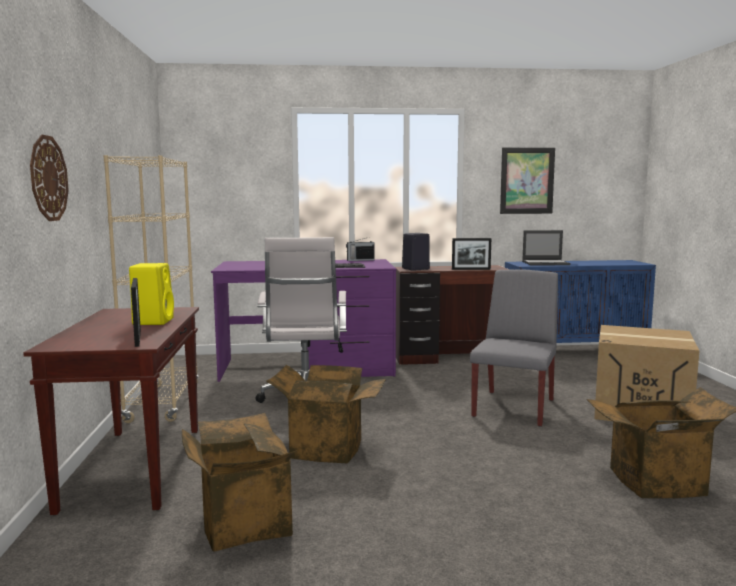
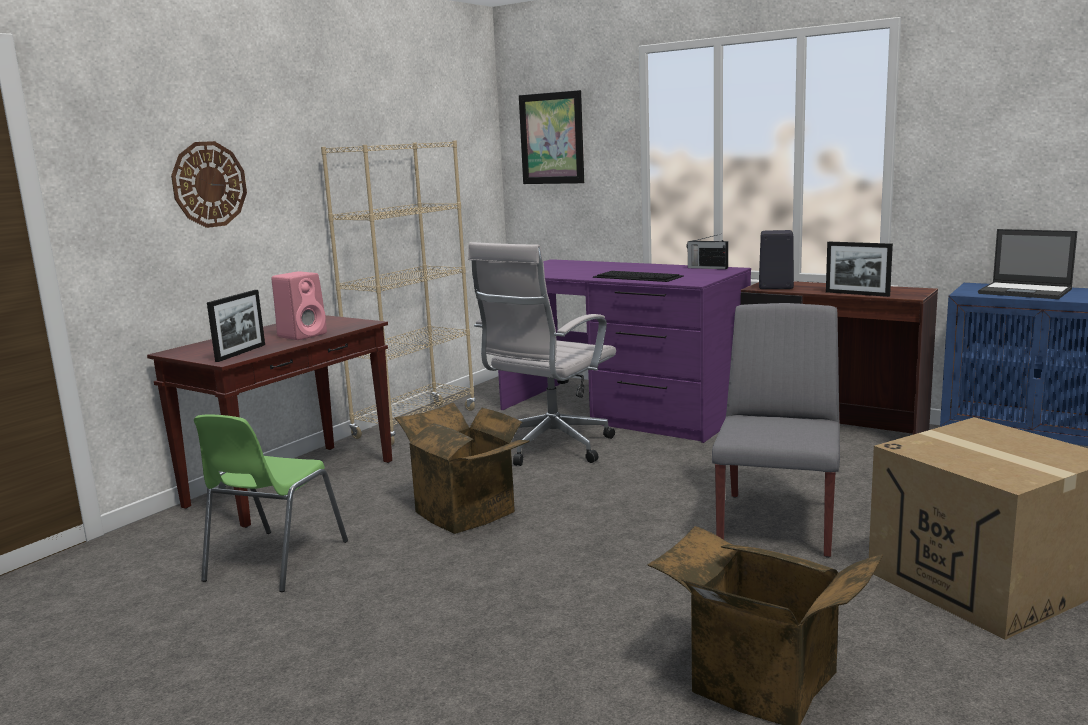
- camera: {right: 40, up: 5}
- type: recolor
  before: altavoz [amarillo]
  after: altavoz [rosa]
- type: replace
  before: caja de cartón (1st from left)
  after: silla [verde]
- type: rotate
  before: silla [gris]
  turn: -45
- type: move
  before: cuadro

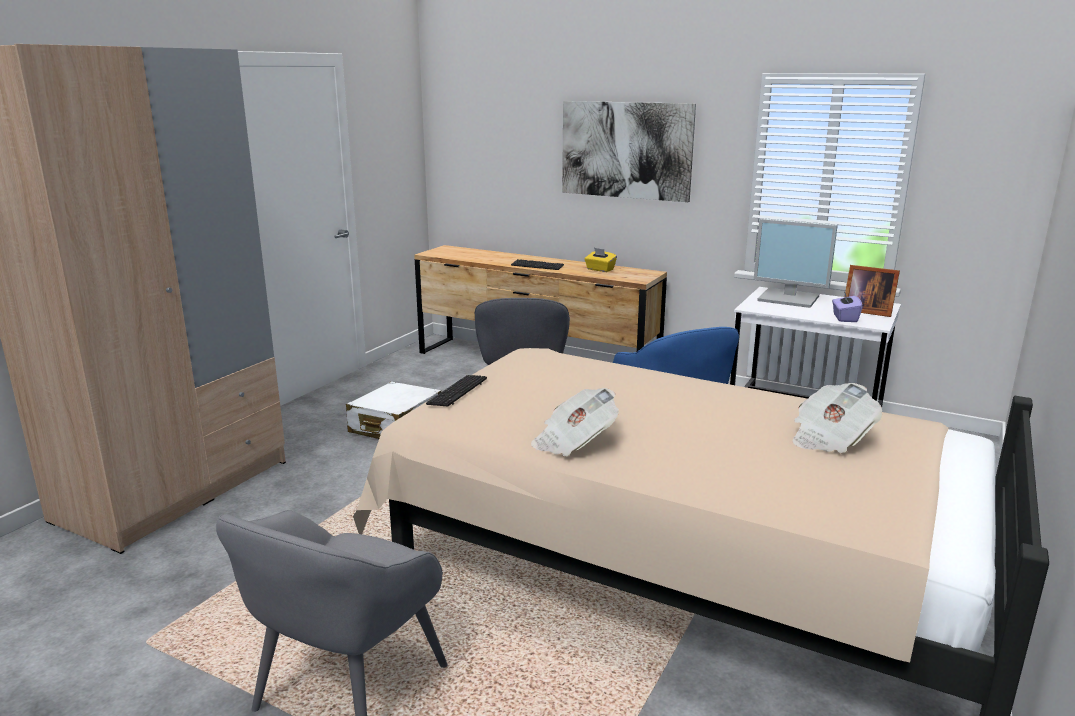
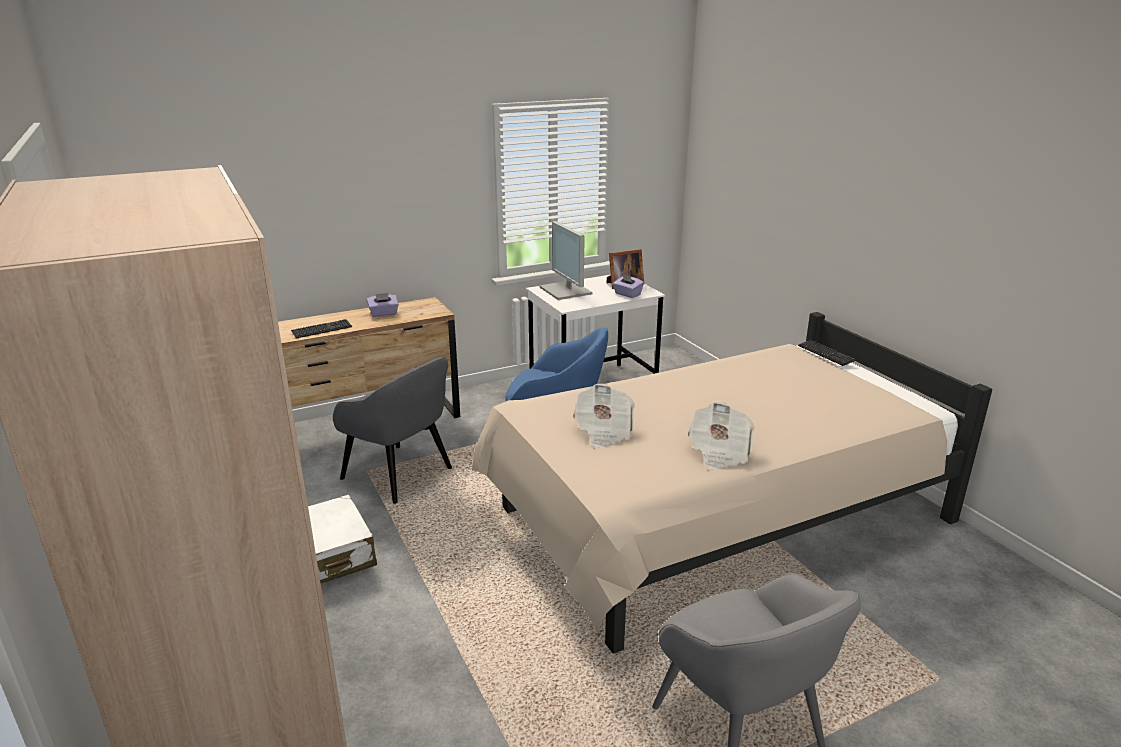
- camera: {right: -55, up: 5}
- type: move
  before: teclado (1st from left in the first image)
  after: teclado (2nd from left)
- type: delete
  before: cuadro
- type: recolor
  before: caja de pañuelos [amarillo]
  after: caja de pañuelos [morado] (1st from left)
- type: rotate
  before: monitor
  turn: 90
- type: move
  before: periódico (2nd from left in the first image)
  after: periódico (1st from left)

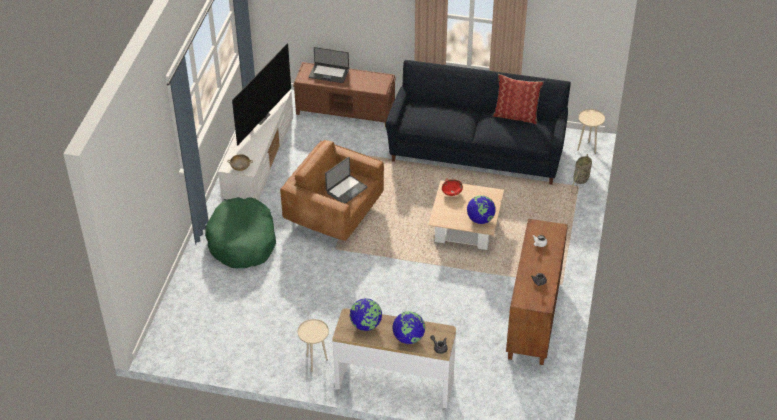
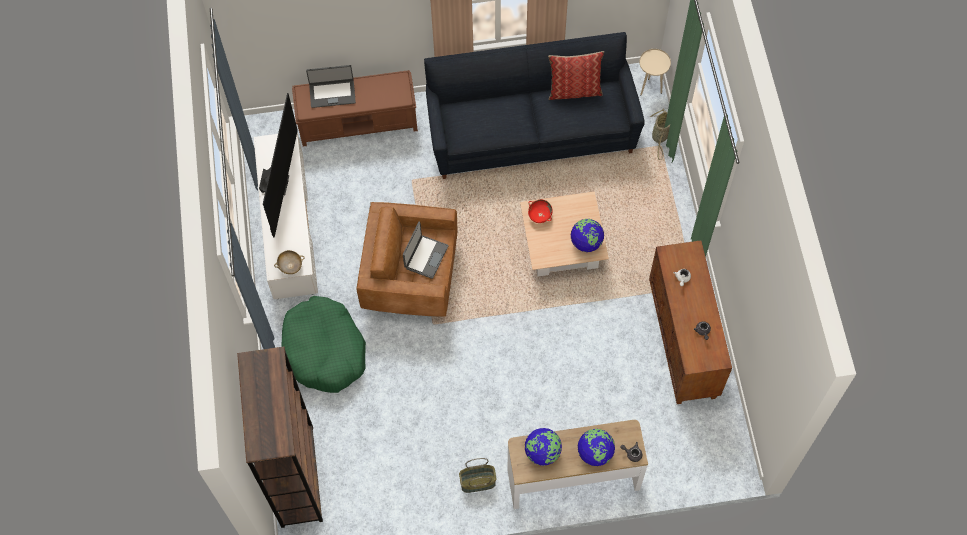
- camera: {right: -20, up: 20}
- type: replace
  before: mesa auxiliar [beis] (1st from left)
  after: cesta (1st from left)
- type: insert
  after: estantería [marrón]

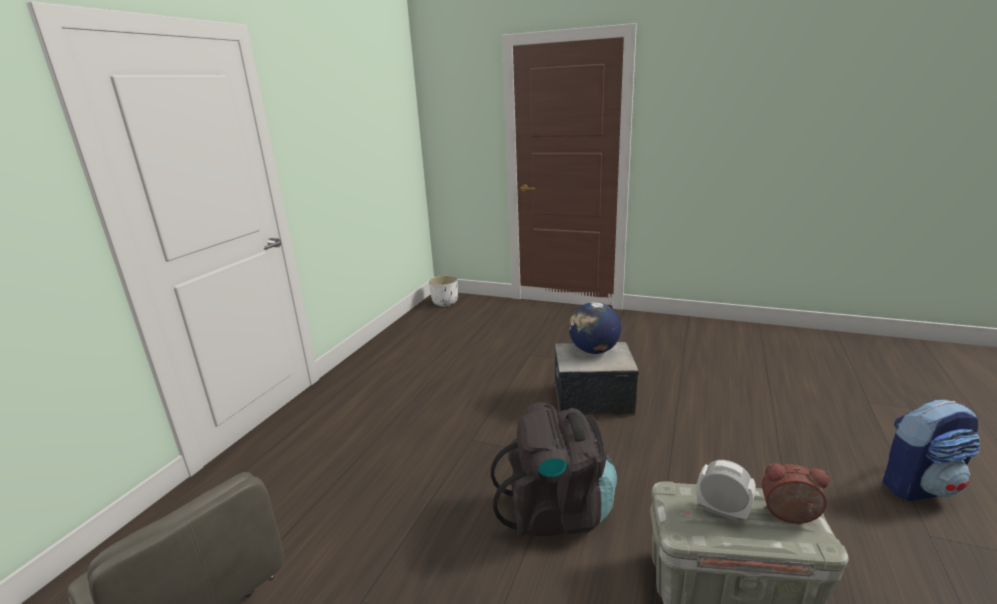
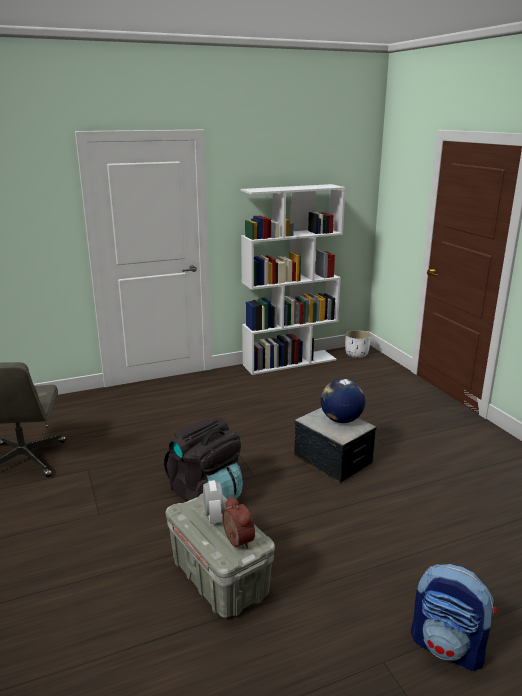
- camera: {right: 45, up: 0}
- type: insert
  after: estantería [blanco]

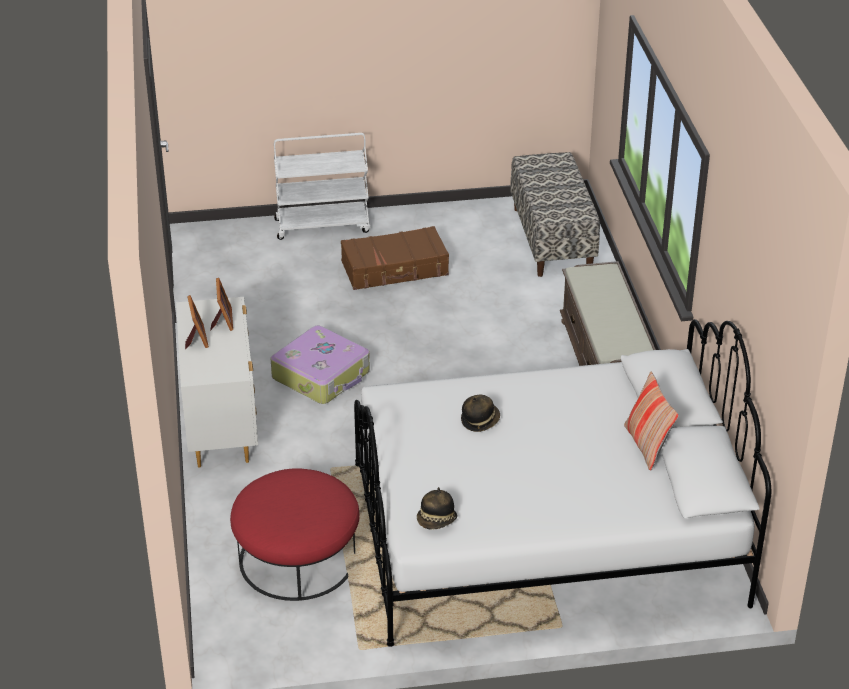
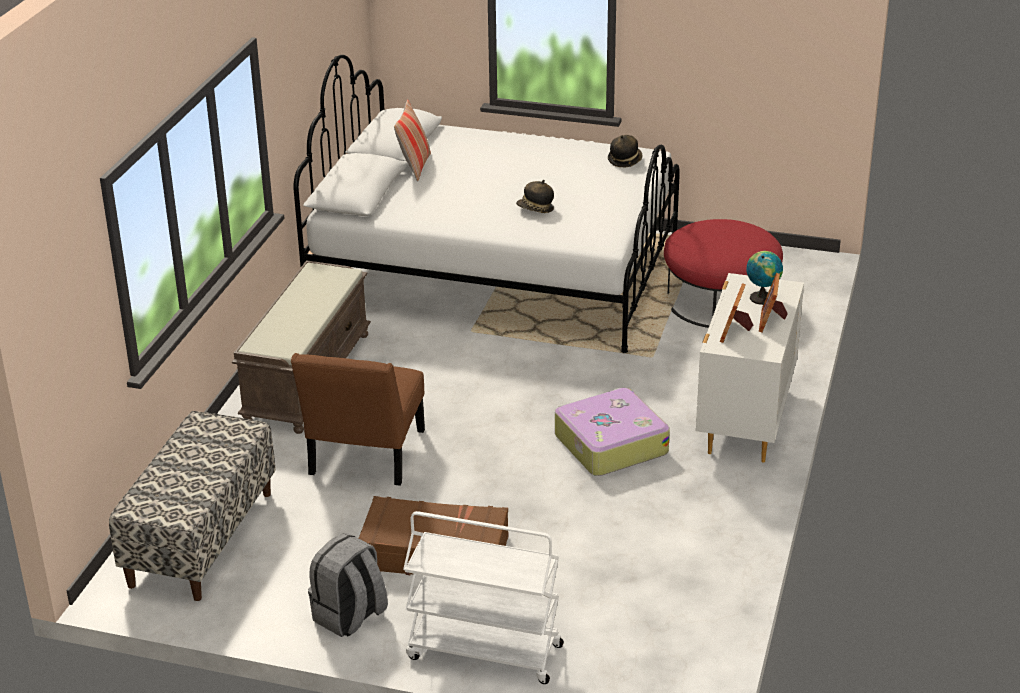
- camera: {right: -155, up: -5}
- type: insert
  after: silla [marrón]
- type: insert
  after: mochila [gris]
- type: insert
  after: globo terráqueo

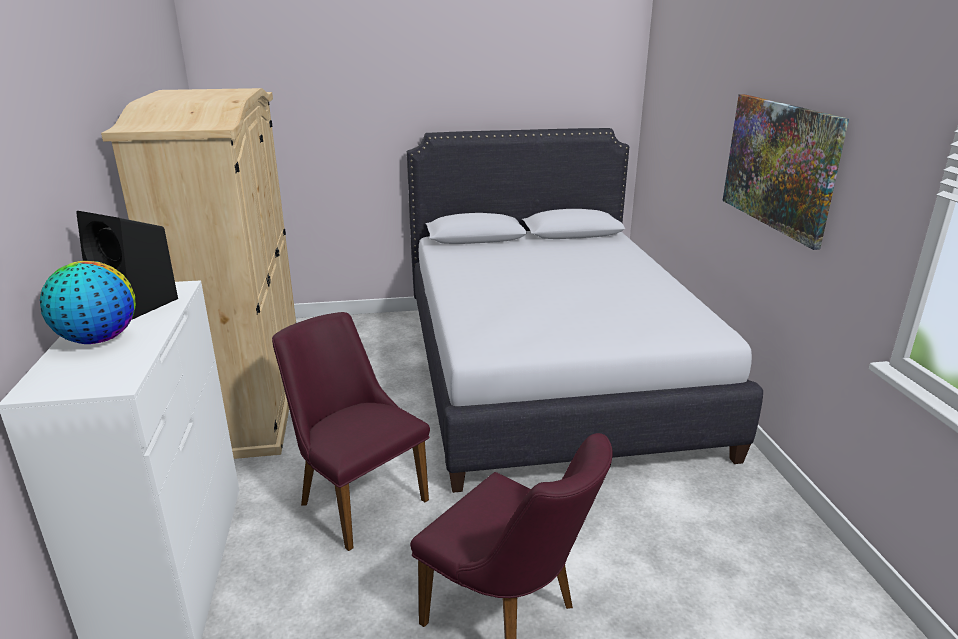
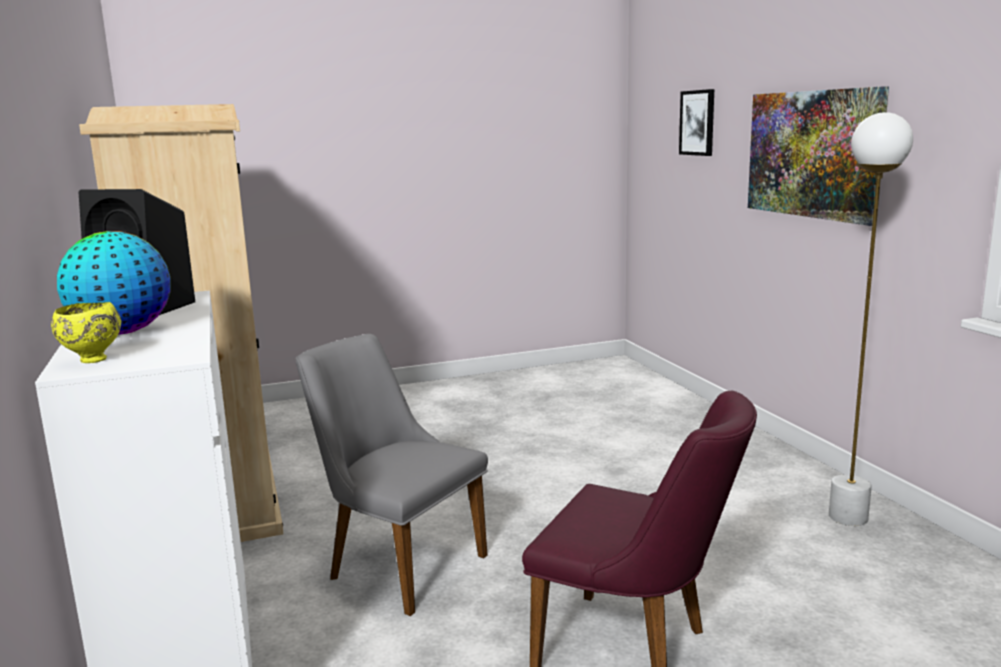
- camera: {right: -10, up: -10}
- type: recolor
  before: silla [morado] (1st from left)
  after: silla [gris]
- type: delete
  before: cama [blanco]
- type: insert
  after: cuenco [amarillo]
- type: insert
  after: cuadro (1st from left)
- type: insert
  after: lámpara de pie [blanco]

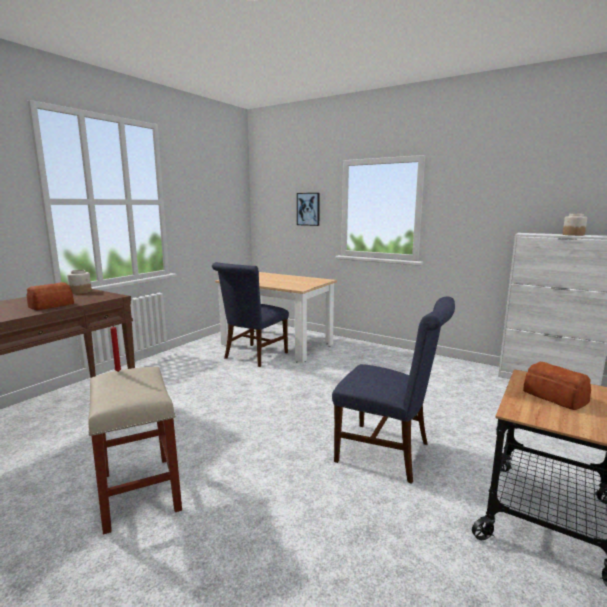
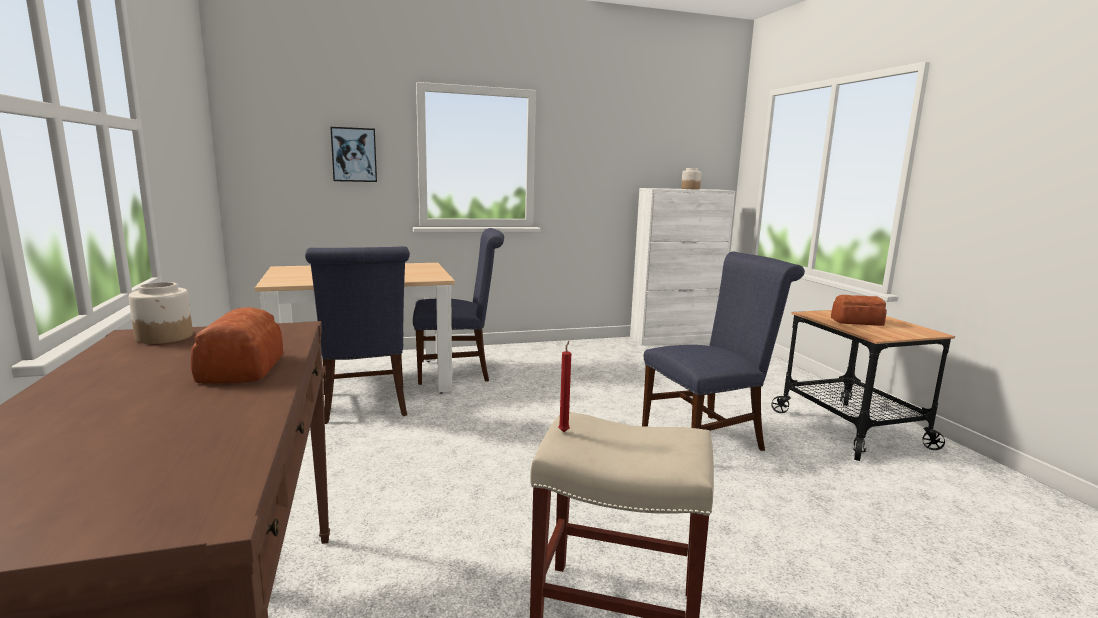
- camera: {right: -50, up: 0}
- type: insert
  after: silla [azul] (2nd from left)

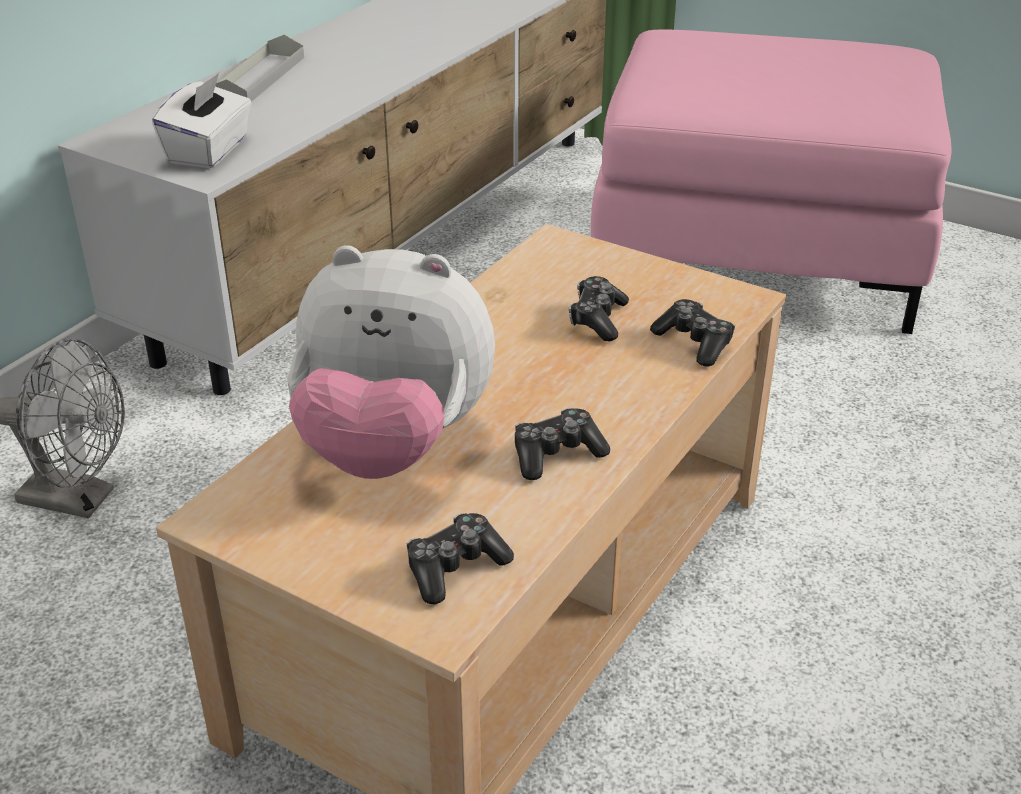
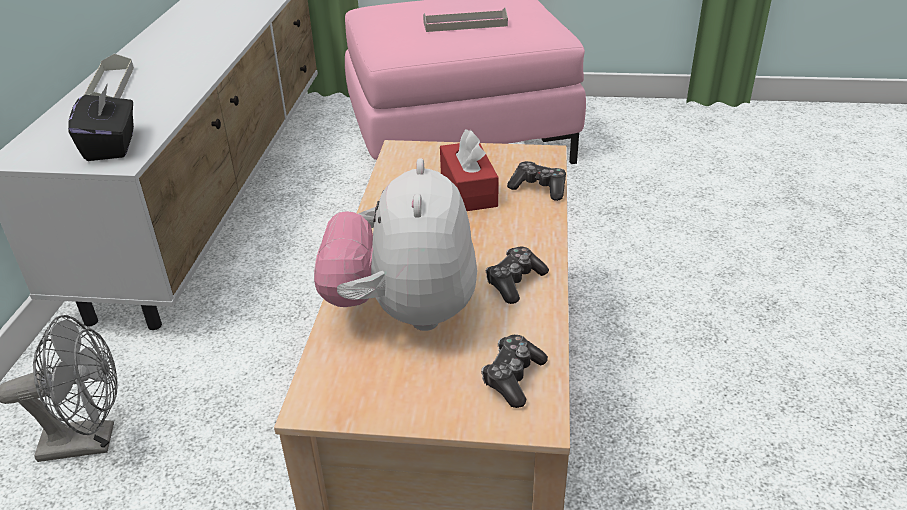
- camera: {right: -25, up: 0}
- type: recolor
  before: caja de pañuelos [blanco]
  after: caja de pañuelos [negro]
- type: rotate
  before: peluche
  turn: 105
- type: replace
  before: mando de consola (3rd from left)
  after: caja de pañuelos [rojo]
- type: insert
  after: bandeja [gris] (2nd from left)

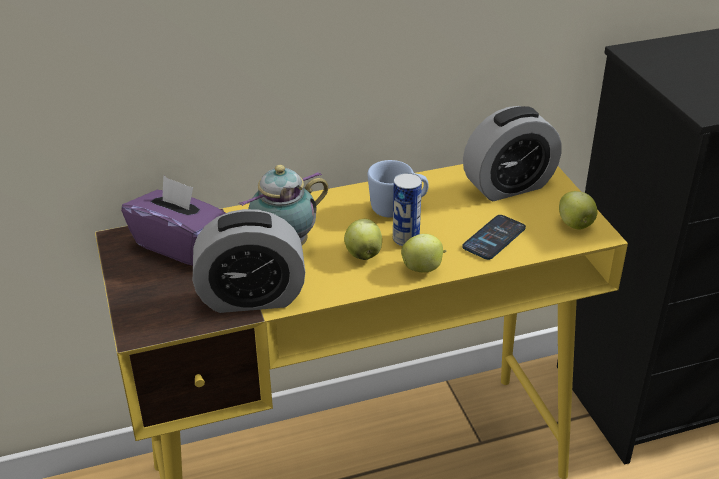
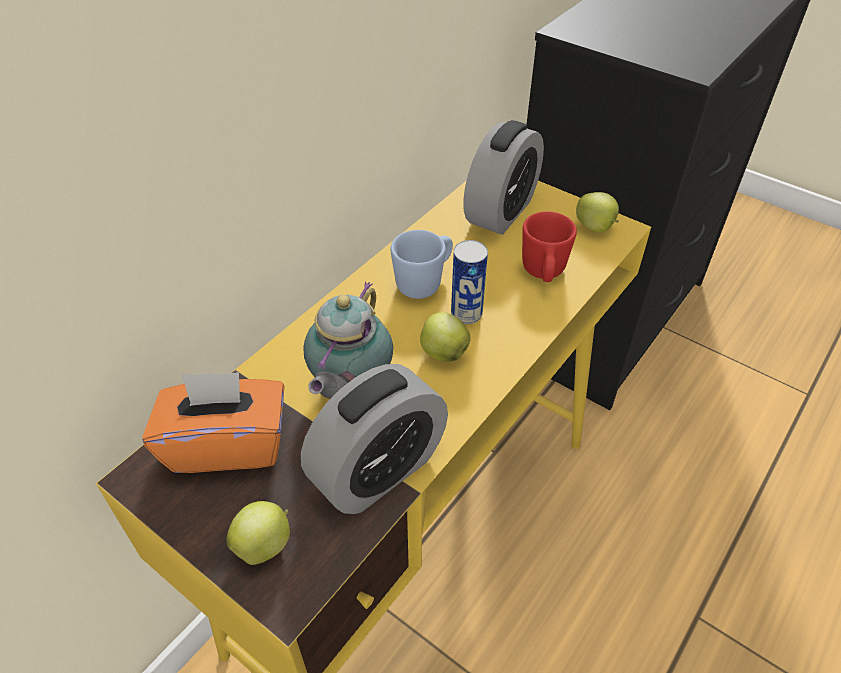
- camera: {right: -35, up: 10}
- type: recolor
  before: caja de pañuelos [morado]
  after: caja de pañuelos [naranja]
- type: move
  before: manzana (2nd from left in the first image)
  after: manzana (1st from left)
- type: replace
  before: móvil
  after: taza grande [rojo]

